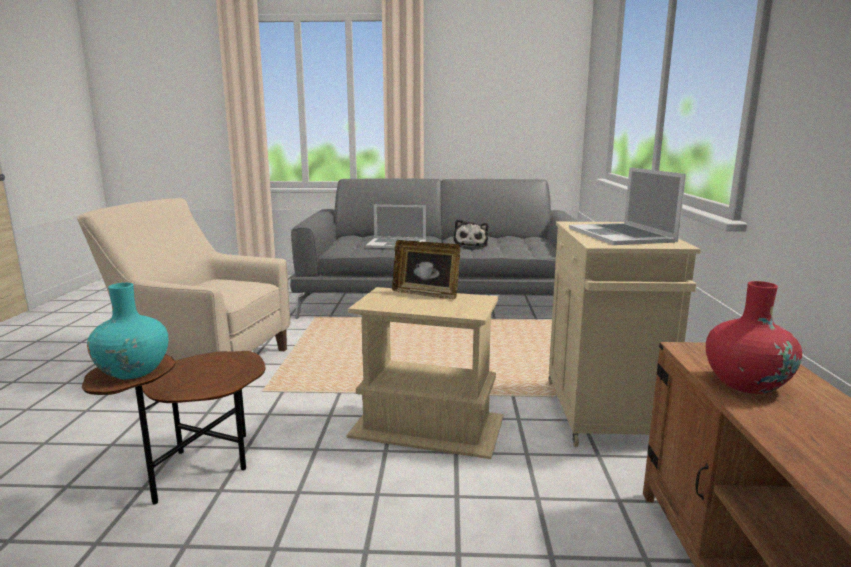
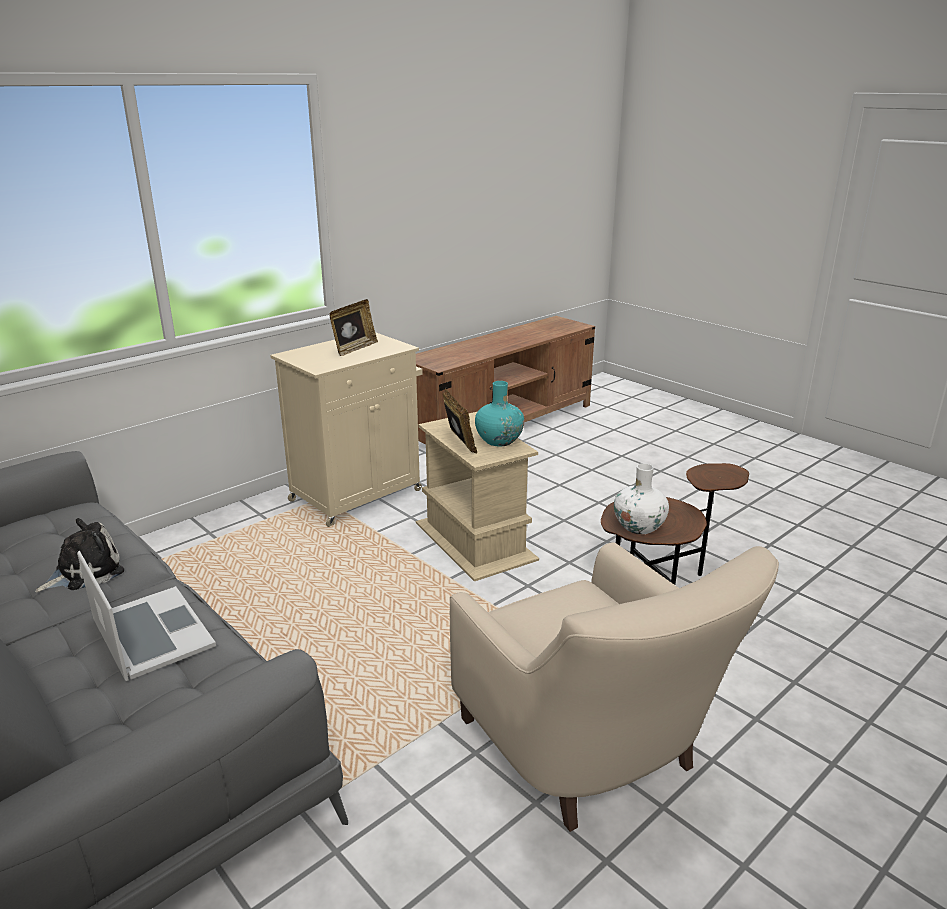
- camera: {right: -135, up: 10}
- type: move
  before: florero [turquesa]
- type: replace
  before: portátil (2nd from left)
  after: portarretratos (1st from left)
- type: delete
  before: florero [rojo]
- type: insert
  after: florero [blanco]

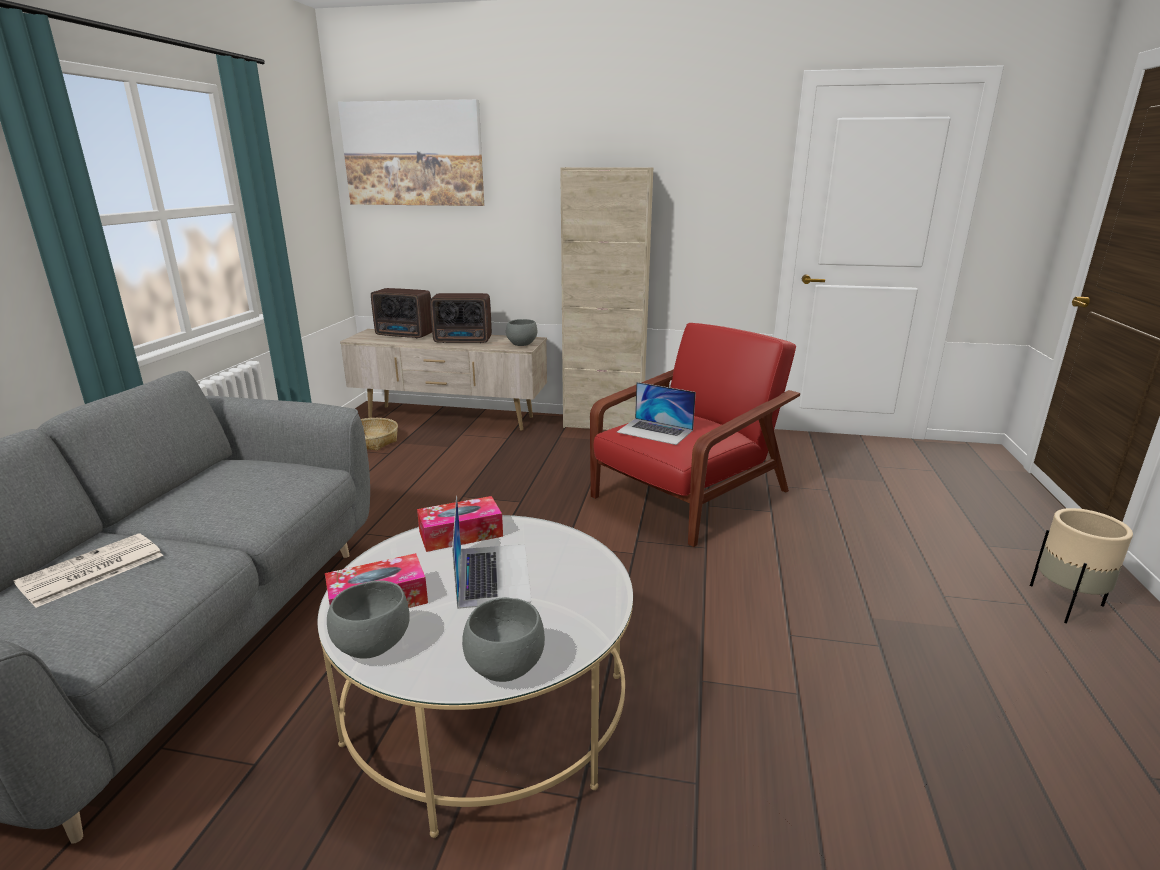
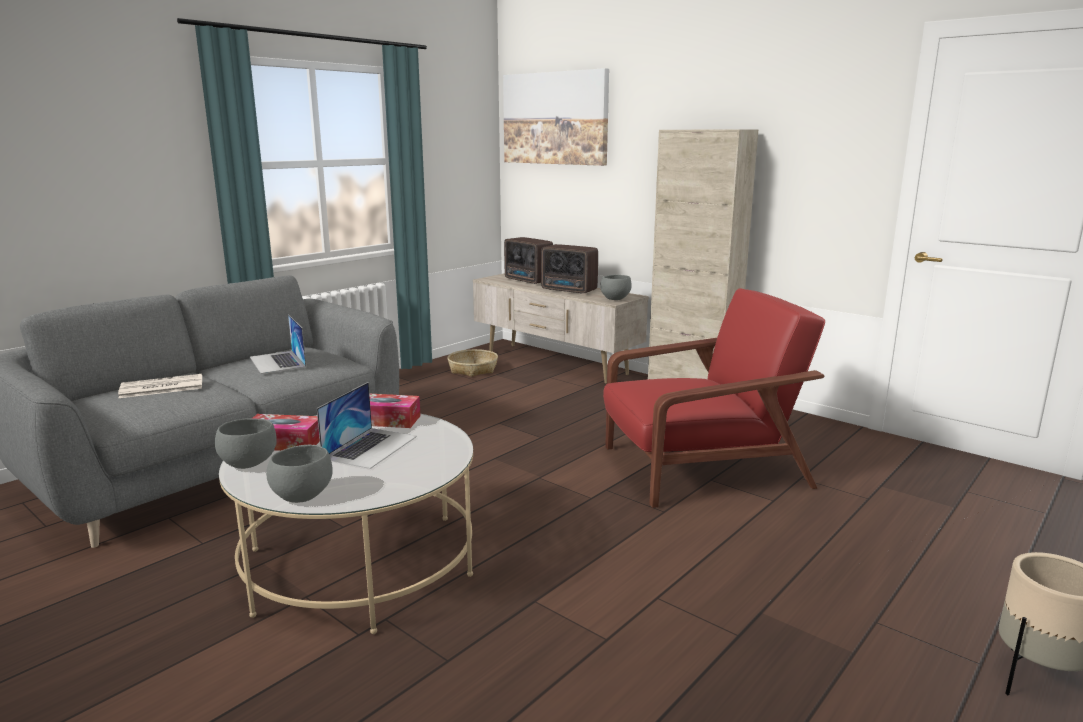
- camera: {right: 30, up: -5}
- type: move
  before: portátil (2nd from left in the first image)
  after: portátil (1st from left)

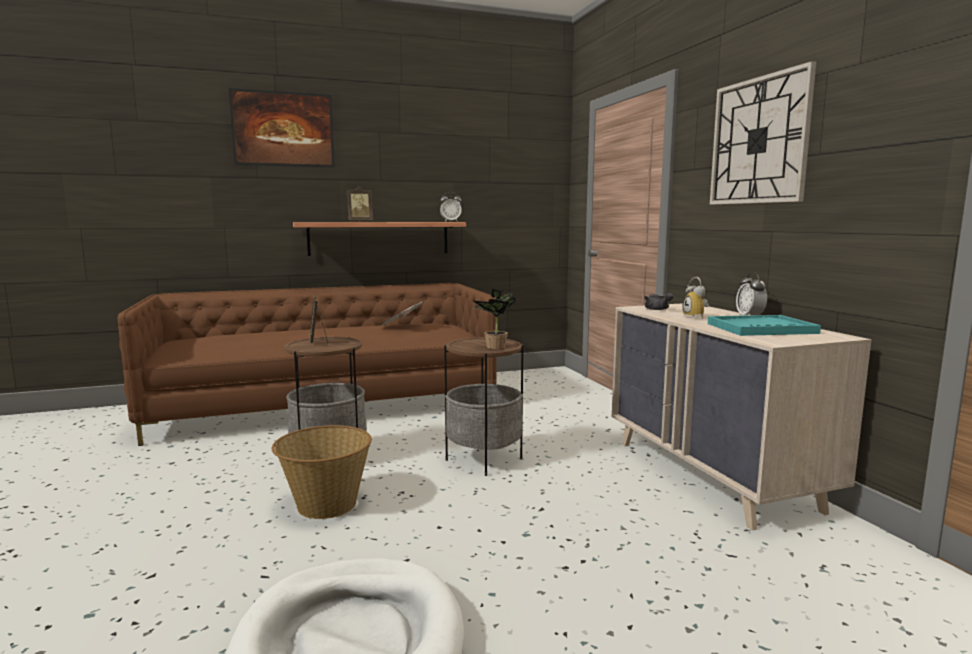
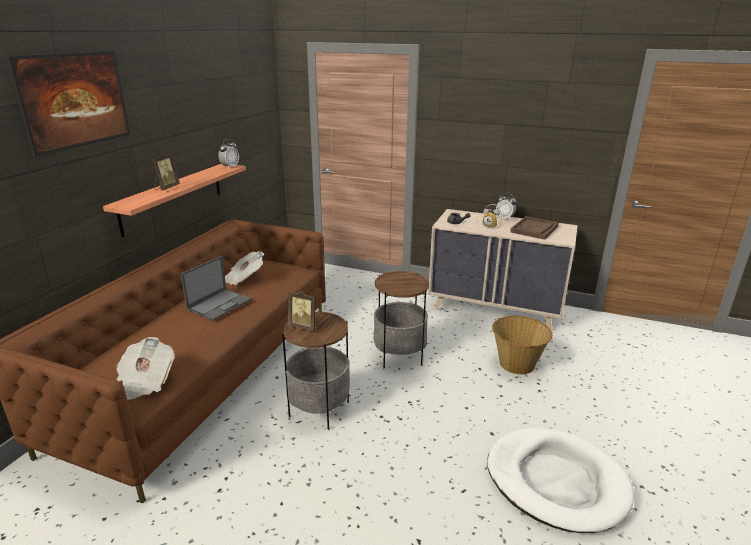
- camera: {right: -50, up: 15}
- type: move
  before: cesta
- type: delete
  before: planta en maceta
- type: recolor
  before: bandeja [turquesa]
  after: bandeja [marrón]
- type: delete
  before: reloj de pared
- type: insert
  after: periódico (1st from left)
- type: insert
  after: portátil

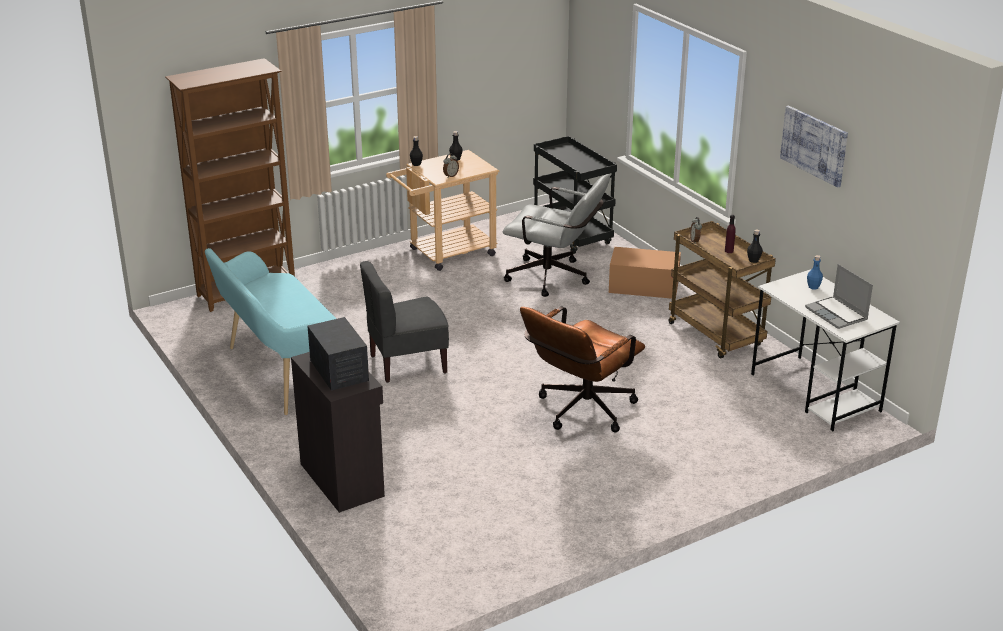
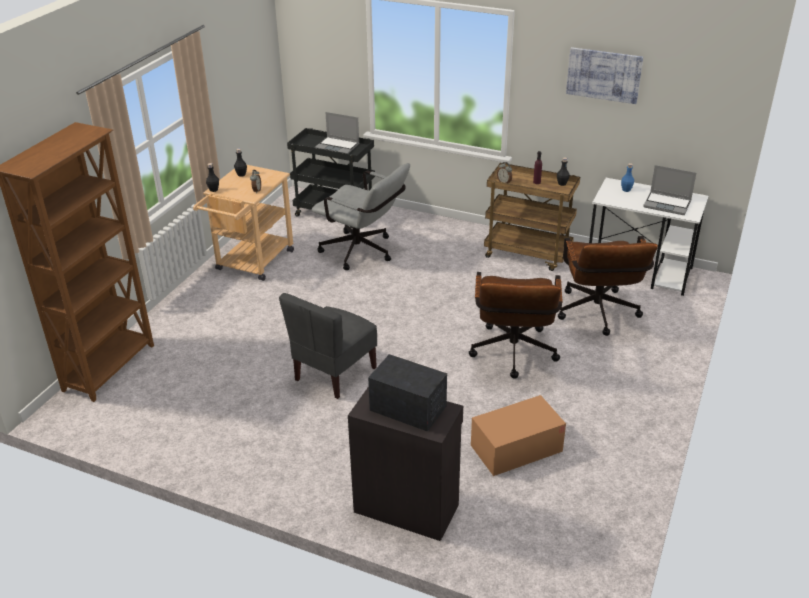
- camera: {right: -35, up: 5}
- type: delete
  before: banco [turquesa]
- type: rotate
  before: silla de oficina [gris]
  turn: 45
- type: move
  before: caja de cartón
- type: insert
  after: portátil (1st from left)
- type: insert
  after: silla de oficina [marrón] (2nd from left)

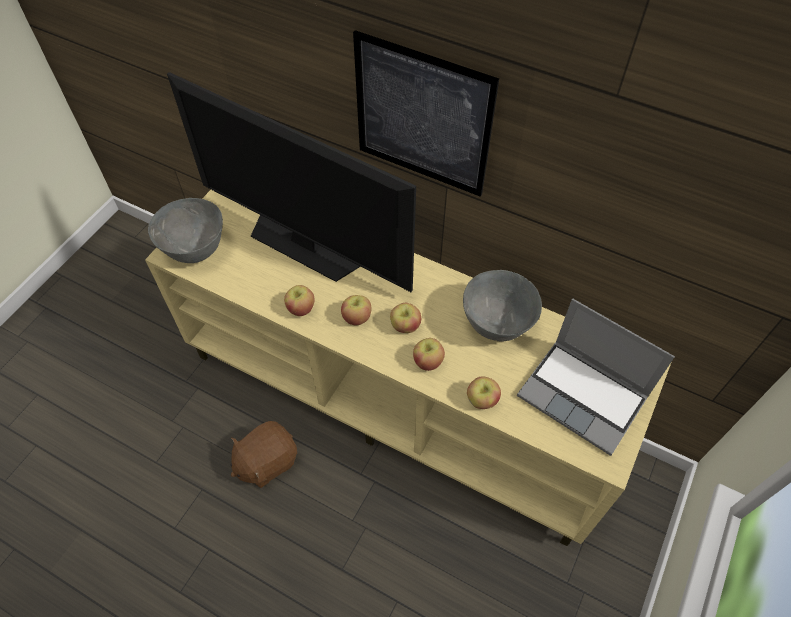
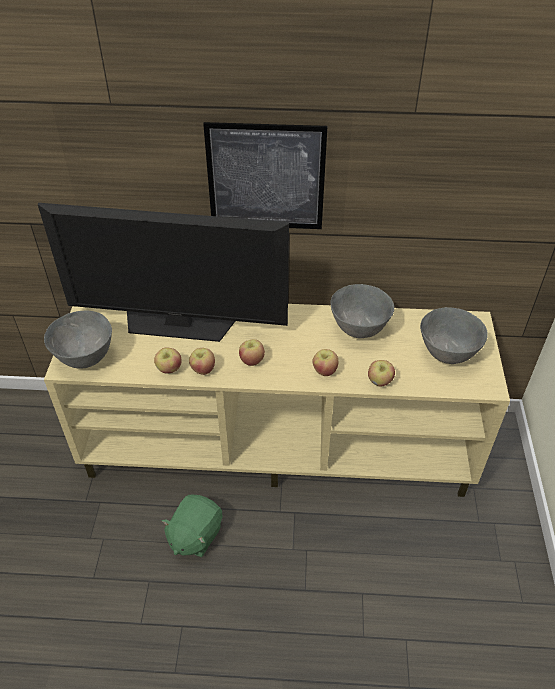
- camera: {right: -25, up: -10}
- type: recolor
  before: peluche [marrón]
  after: peluche [verde]
- type: move
  before: manzana (3rd from left in the first image)
  after: manzana (1st from left)
- type: replace
  before: portátil
  after: cuenco [gris] (3rd from left)

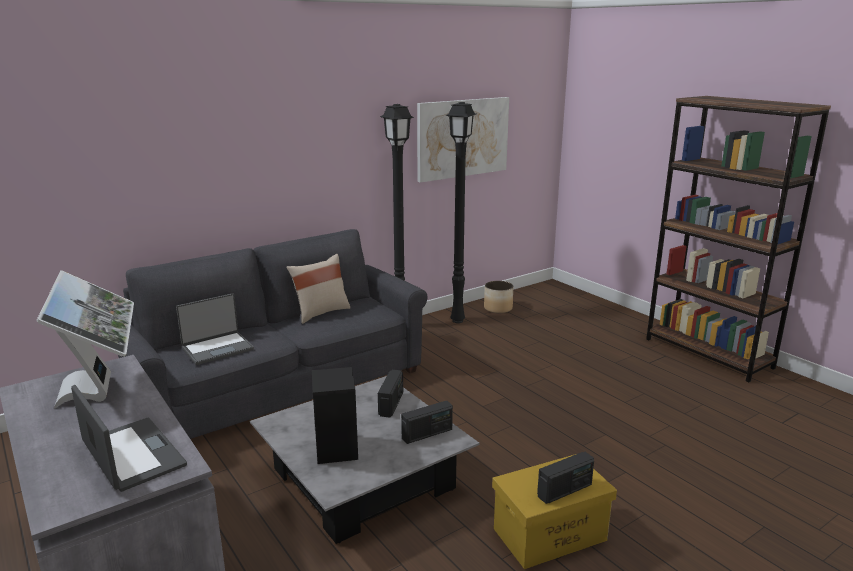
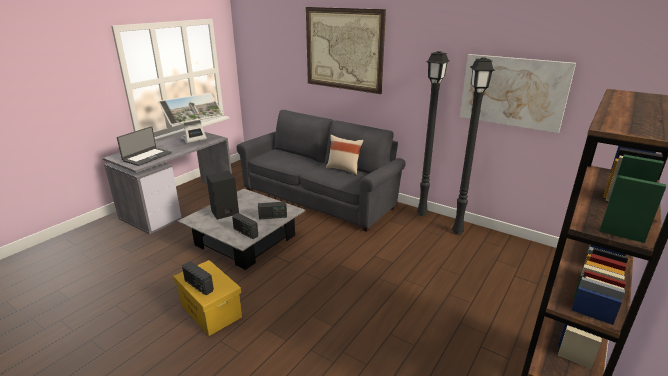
- camera: {right: 70, up: 5}
- type: delete
  before: portátil (2nd from left)
- type: delete
  before: maceta
- type: insert
  after: cuadro (1st from left)

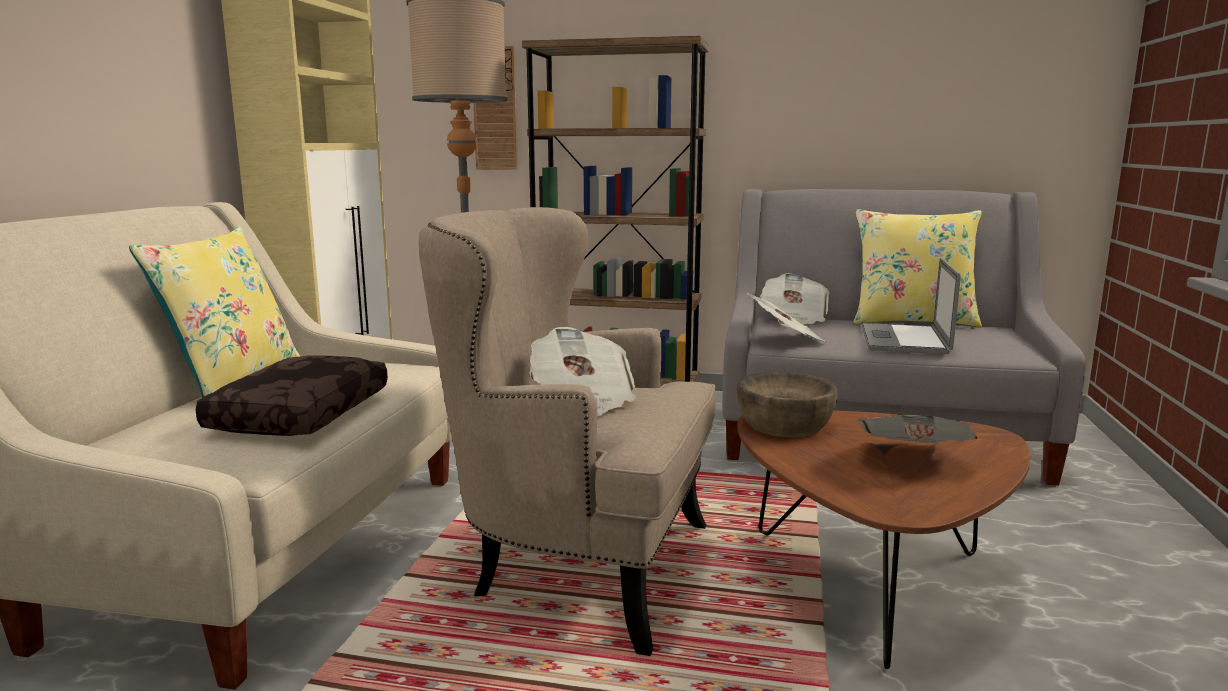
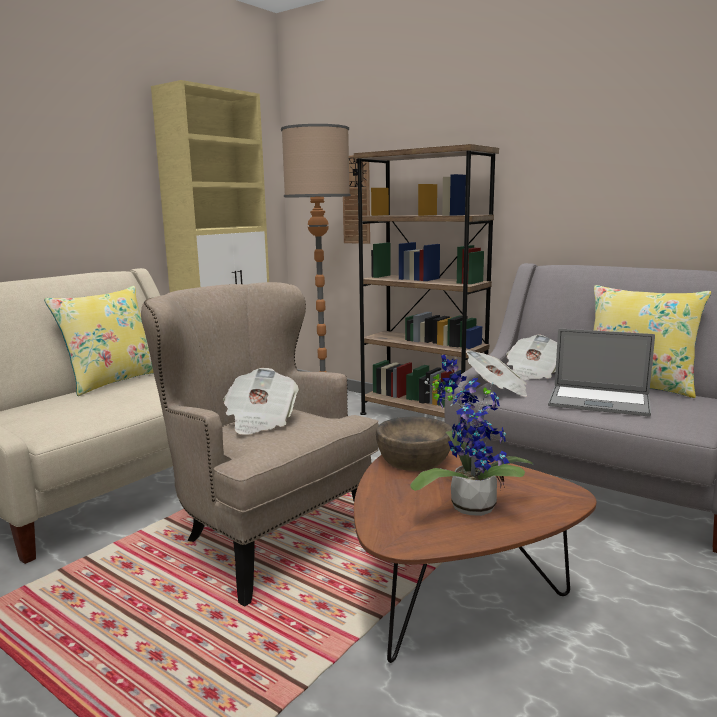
- camera: {right: 25, up: 0}
- type: delete
  before: cojín [marrón]
- type: replace
  before: periódico (4th from left)
  after: planta en maceta
- type: rotate
  before: portátil
  turn: -105

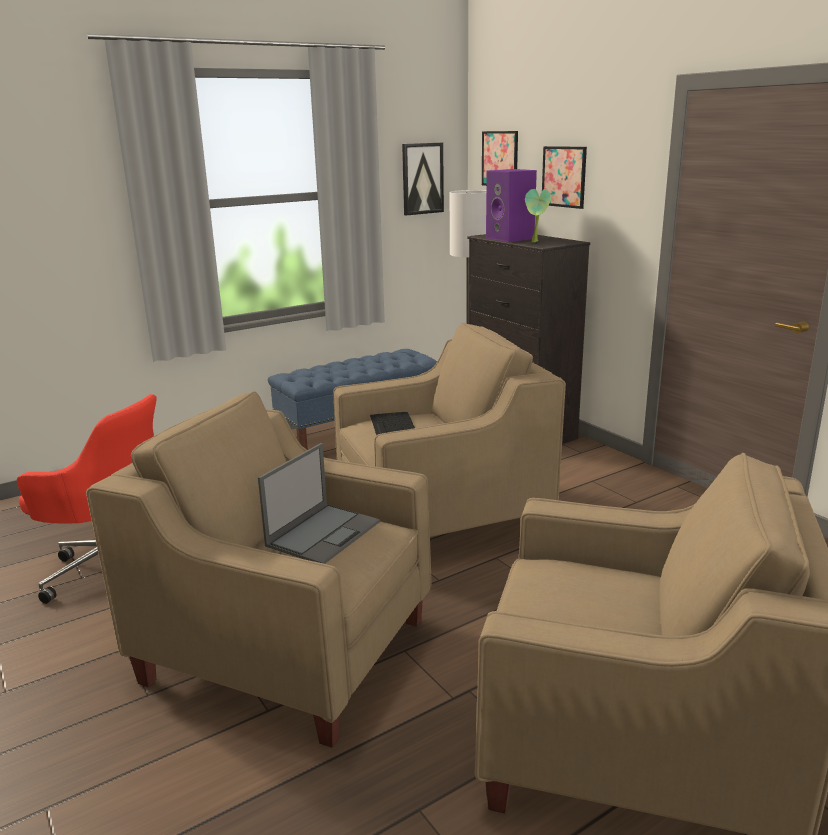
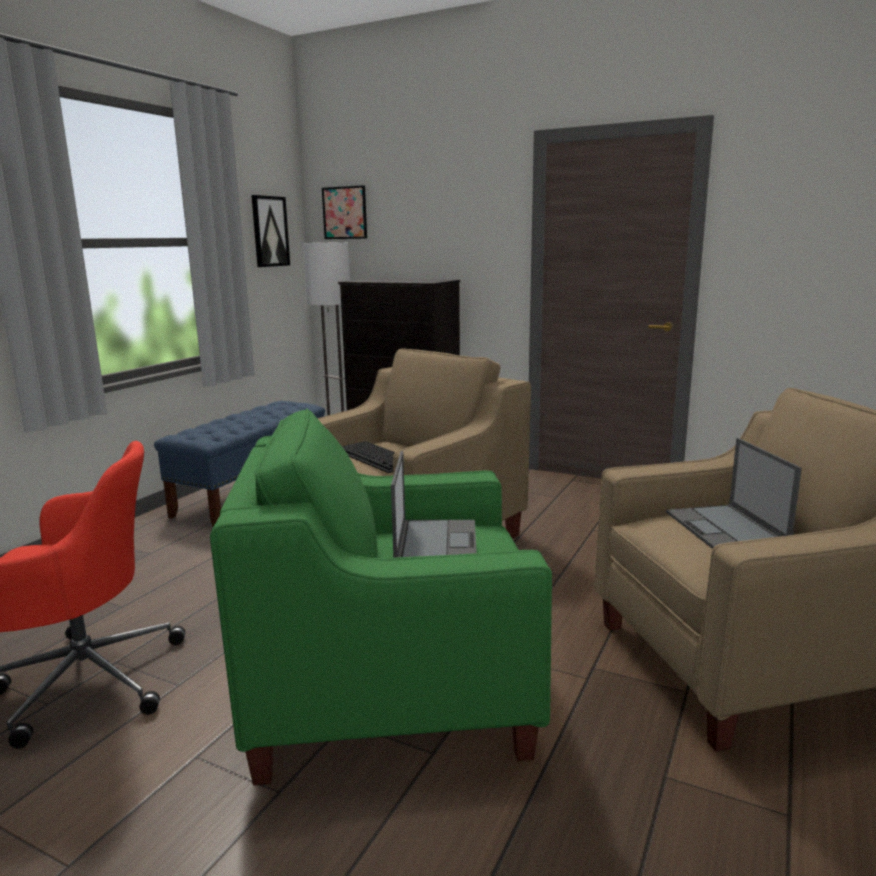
- camera: {right: -30, up: -5}
- type: recolor
  before: sillón [beis] (1st from left)
  after: sillón [verde]
- type: delete
  before: altavoz [morado]
- type: delete
  before: planta en maceta
- type: delete
  before: cuadro (3rd from left)
- type: insert
  after: portátil (2nd from left)

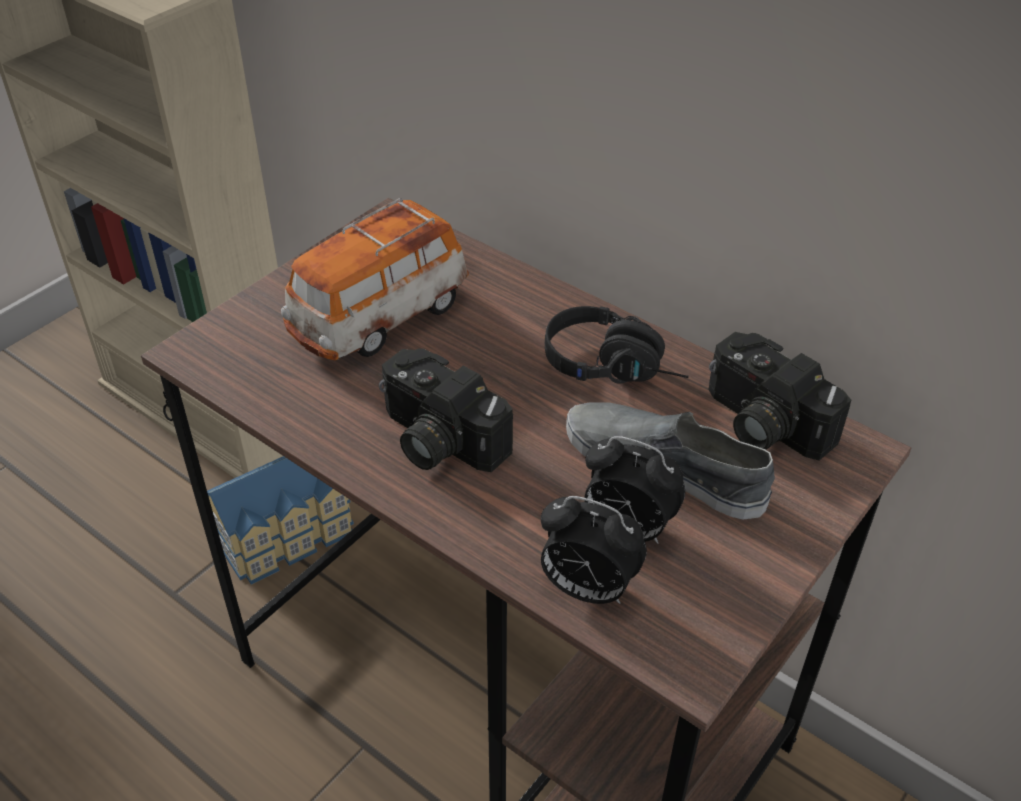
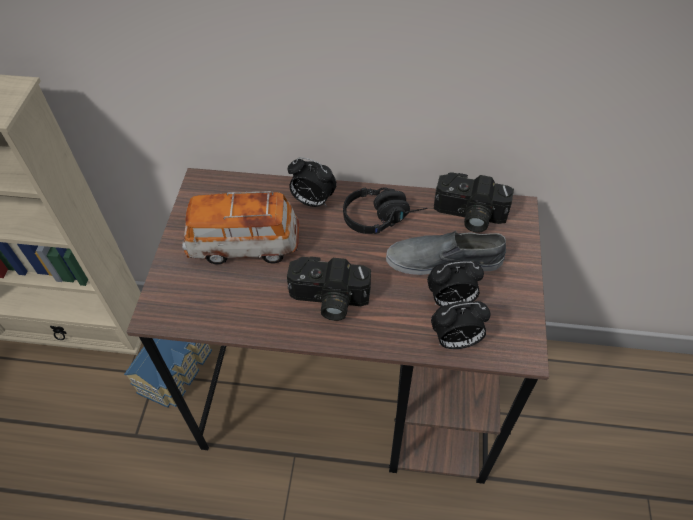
- camera: {right: -30, up: 10}
- type: rotate
  before: coche de juguete
  turn: 75
- type: insert
  after: despertador (1st from left)

